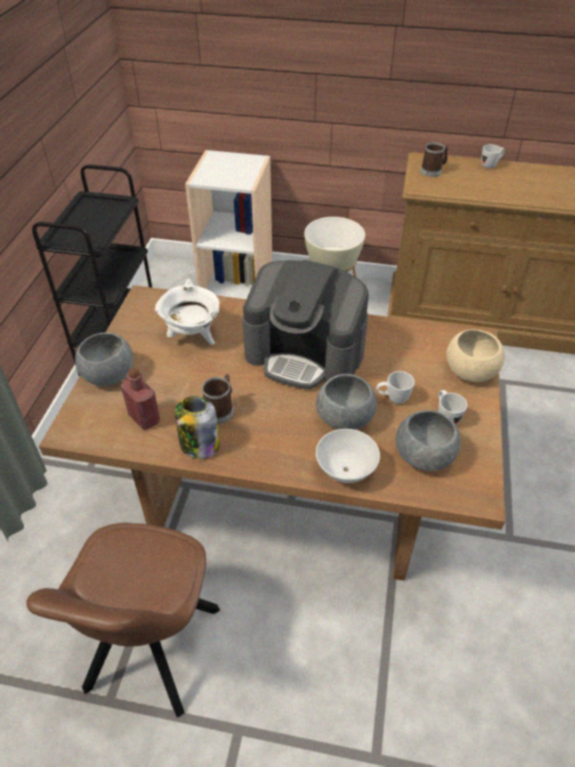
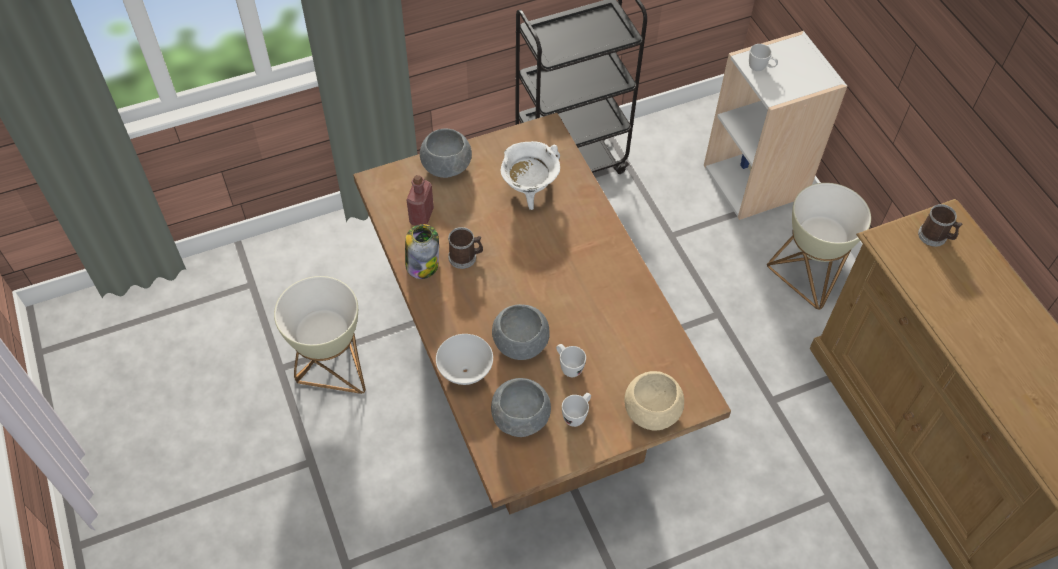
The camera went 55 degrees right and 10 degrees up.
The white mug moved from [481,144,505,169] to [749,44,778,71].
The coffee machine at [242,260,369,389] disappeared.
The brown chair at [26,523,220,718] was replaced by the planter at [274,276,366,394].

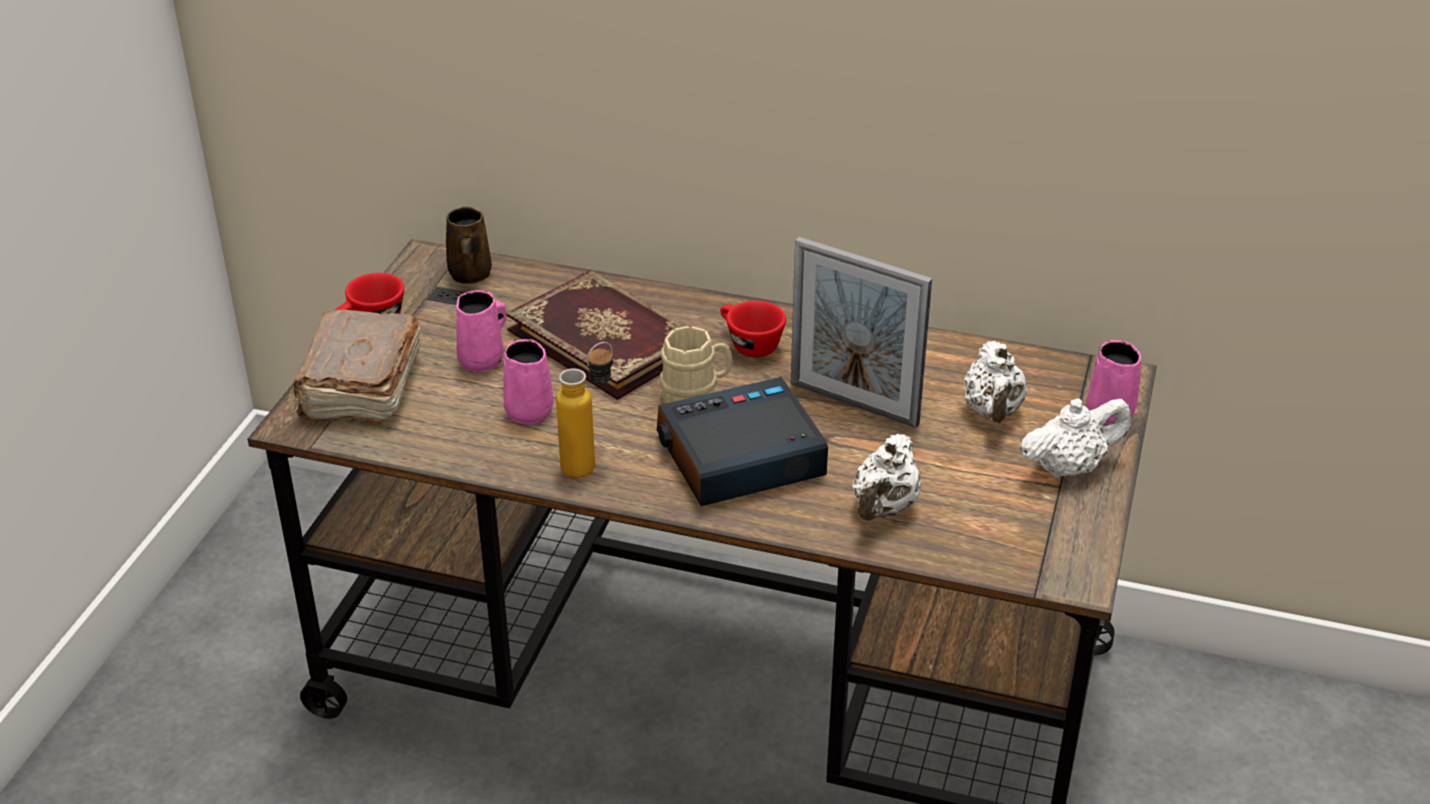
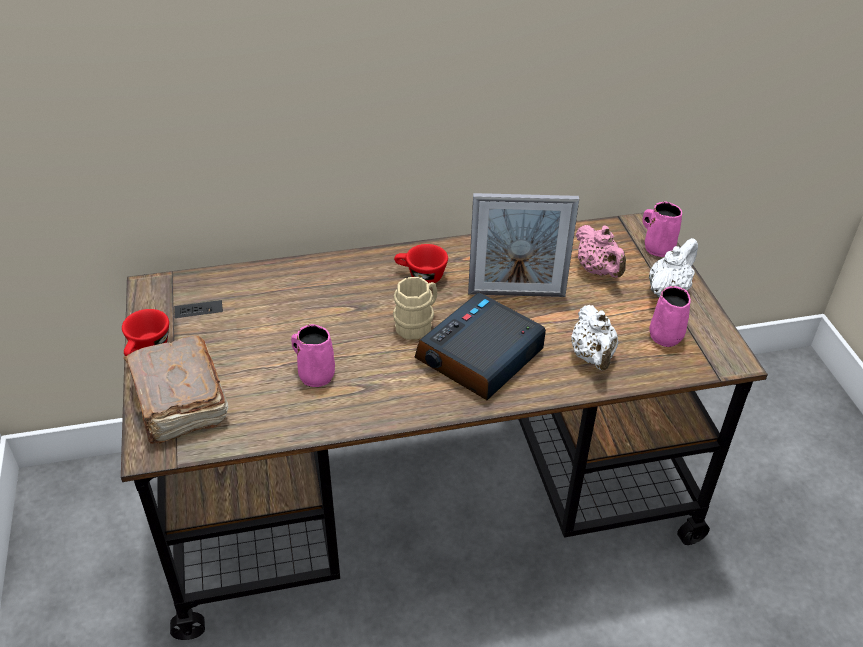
The camera went 30 degrees left and 5 degrees up.
The brown mug at [446,207,492,284] disappeared.
The book at [506,270,687,400] disappeared.
The pink mug moved from [456,290,507,372] to [649,286,691,347].
The white teapot at [964,341,1027,423] became the pink teapot at [576,225,626,278].
The bottle at [556,342,613,478] disappeared.

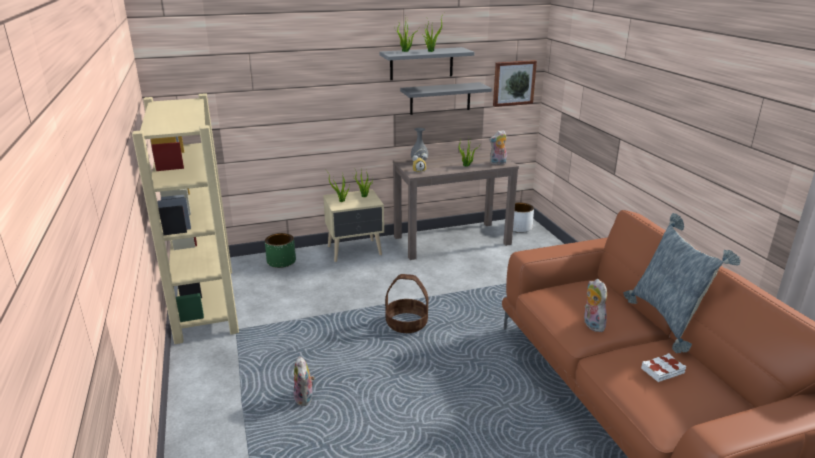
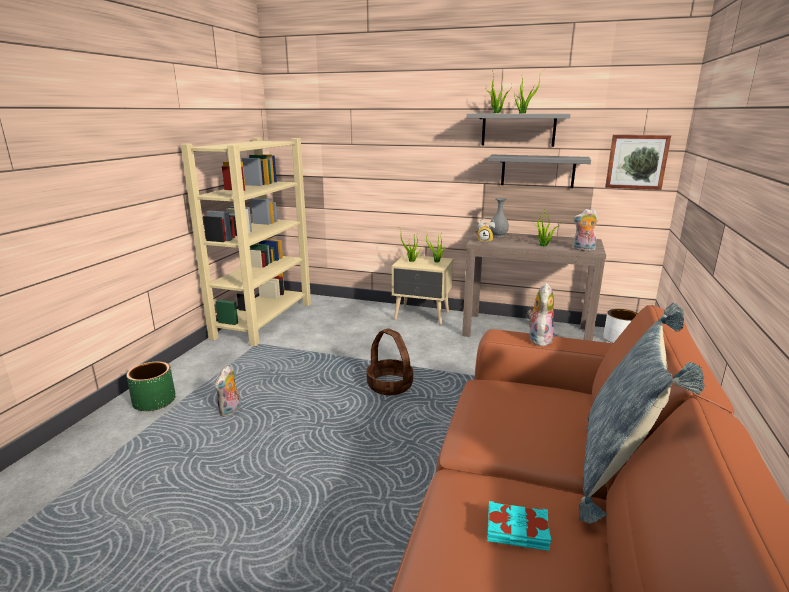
The camera went 35 degrees right and 5 degrees down.
The green planter moved from [265,233,296,268] to [126,362,176,411].
The plush toy moved from [584,279,607,332] to [528,282,554,346].
The white book at [641,353,687,382] became the turquoise book at [487,501,551,551].

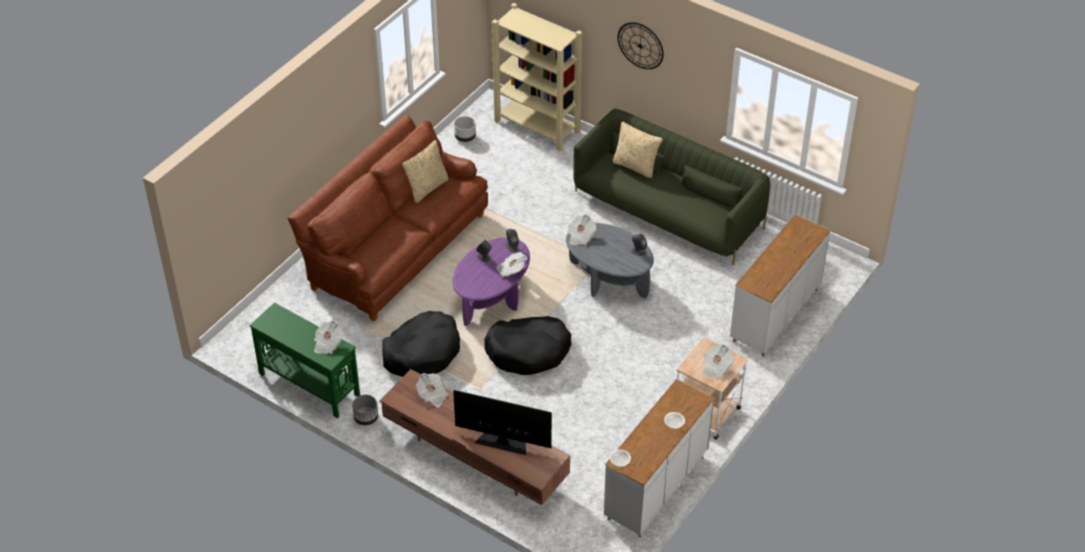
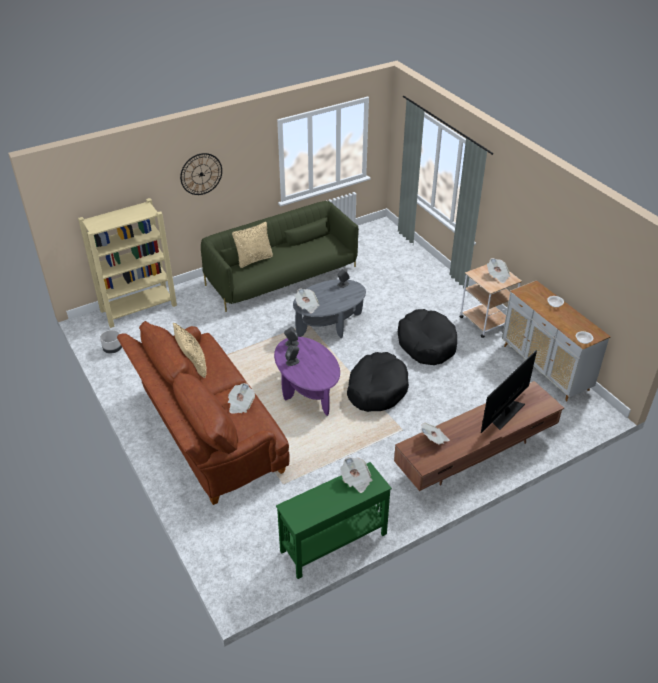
The camera went 65 degrees left and 5 degrees down.
The cabinet at [730,214,831,357] disappeared.
The newspaper moved from [496,252,527,277] to [228,383,255,414].
The black dog bed moved from [382,311,460,377] to [398,309,457,365].
The grey planter at [352,395,378,425] disappeared.

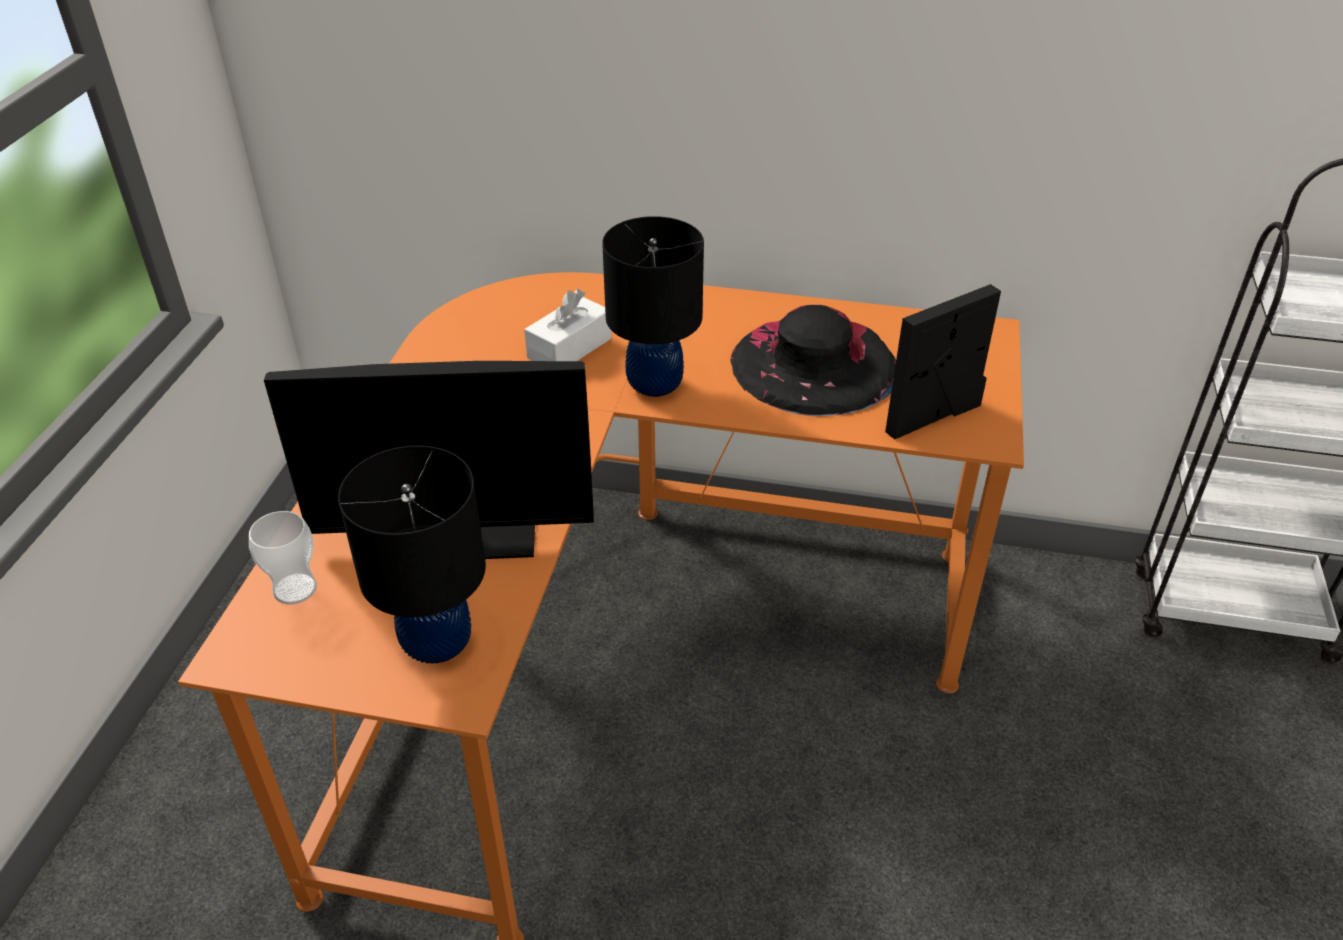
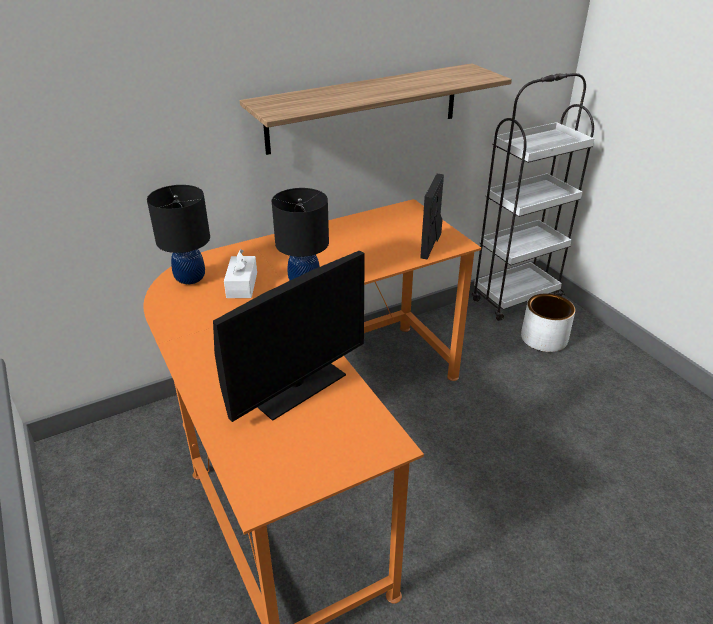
The camera went 40 degrees left and 5 degrees down.
The black hat at [730,305,896,416] disappeared.
The black table lamp moved from [338,446,486,664] to [147,185,210,285].
The cup at [249,511,317,605] disappeared.
The shelf at [240,63,512,155] appeared.
The white planter at [521,294,575,352] appeared.

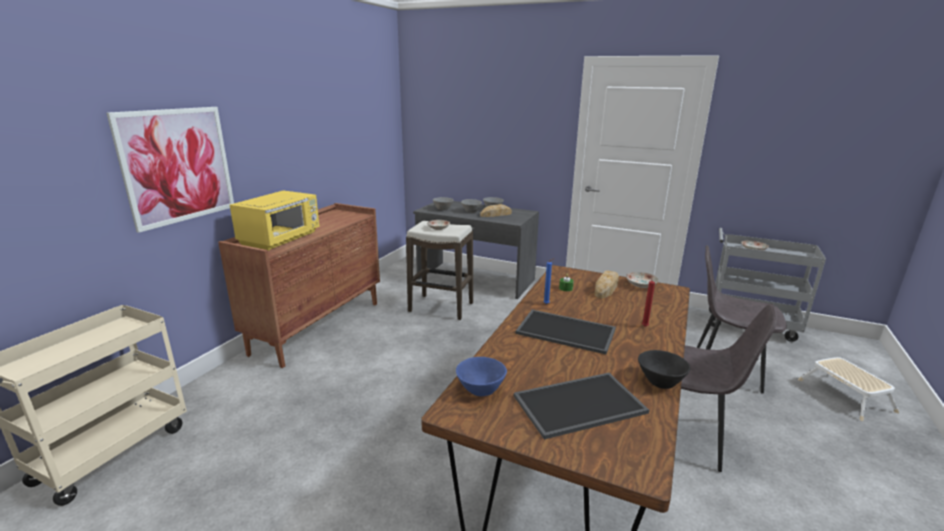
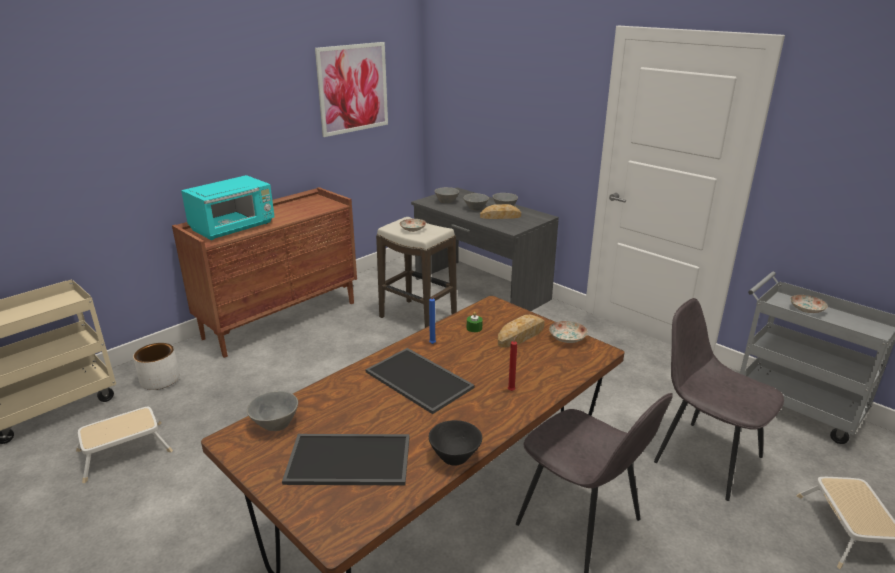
The camera went 20 degrees right and 5 degrees up.
The picture moved from [106,107,234,233] to [315,42,388,137].
The yellow microwave at [230,190,319,251] became the turquoise microwave at [181,175,275,240].
The blue bowl at [456,357,507,396] became the grey bowl at [247,391,298,431].
The white planter at [133,343,180,390] appeared.
The beige step ladder at [76,407,173,483] appeared.

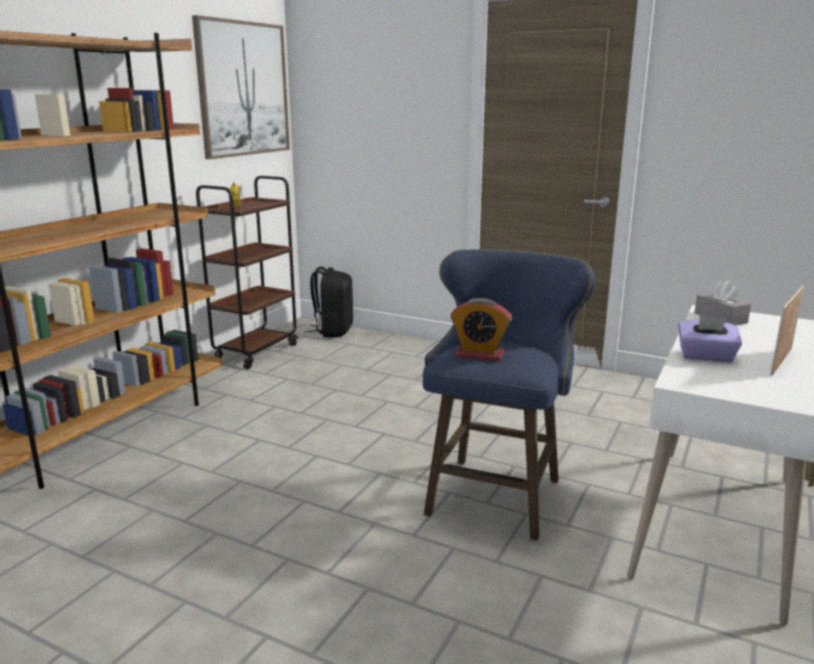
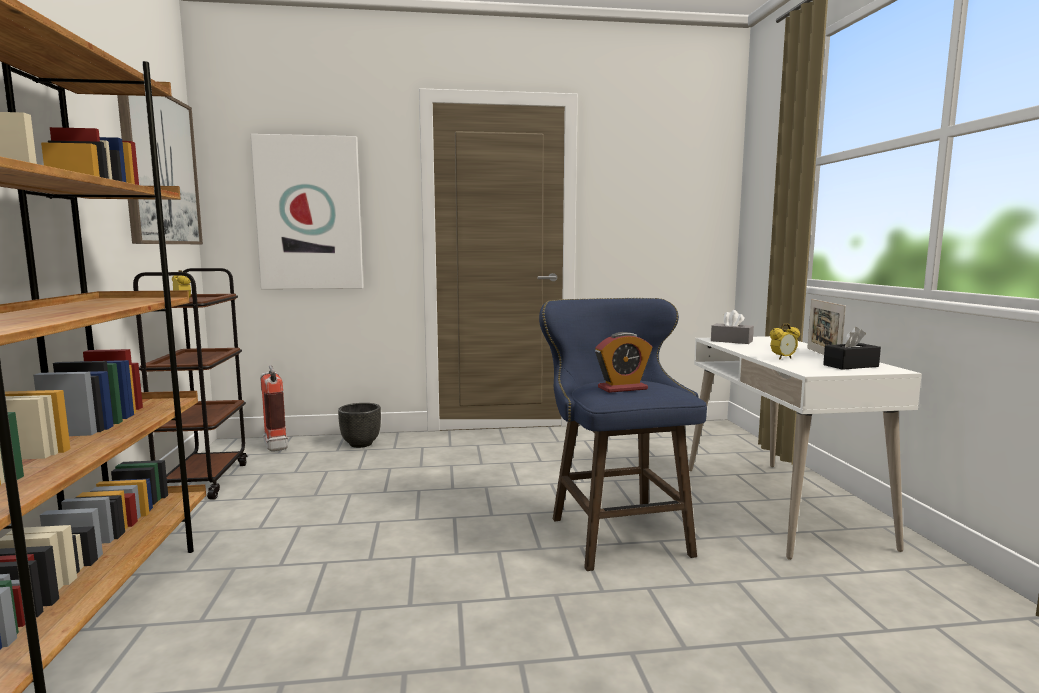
The camera went 35 degrees left and 10 degrees down.
The black backpack at [305,267,353,337] was replaced by the fire extinguisher at [260,365,288,451].
The purple tissue box at [678,316,742,362] was replaced by the alarm clock at [770,323,800,360].
The picture at [251,134,364,289] appeared.
The black tissue box at [823,327,881,370] appeared.
The black planter at [338,403,381,448] appeared.

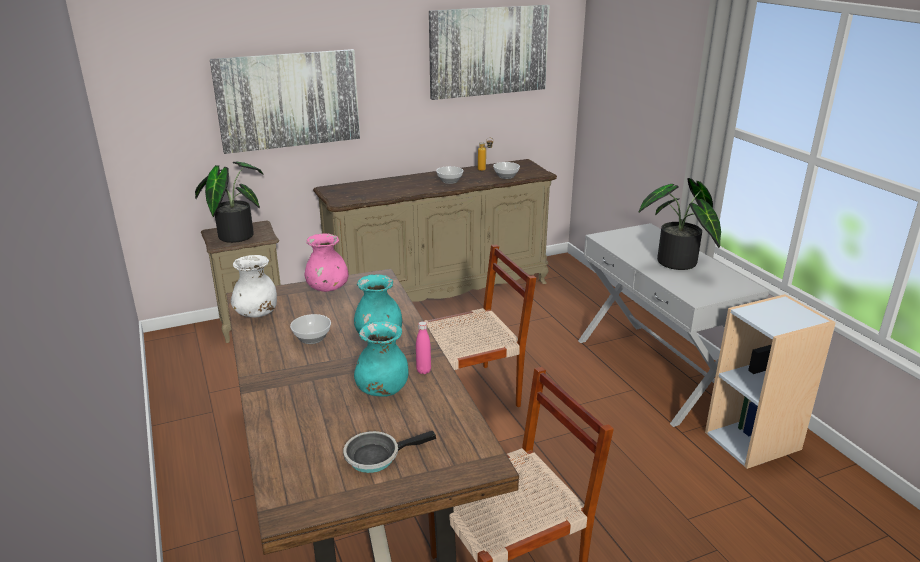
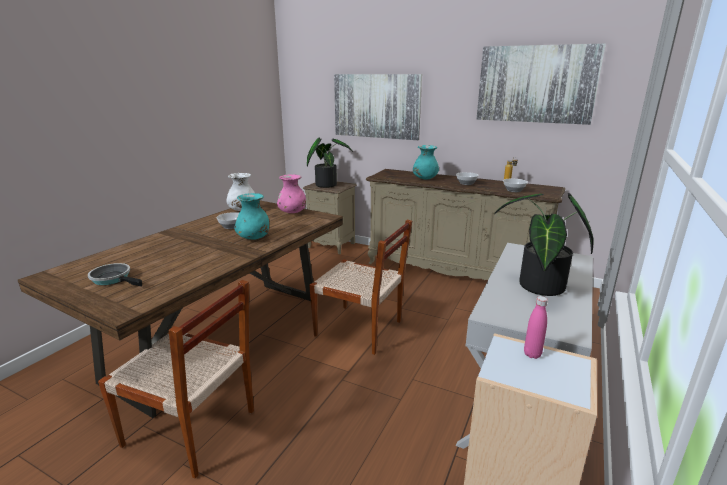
The camera went 50 degrees right and 5 degrees down.
The turquoise vase moved from [354,321,408,397] to [413,145,439,180].
The pink bottle moved from [416,321,431,374] to [524,296,548,359].

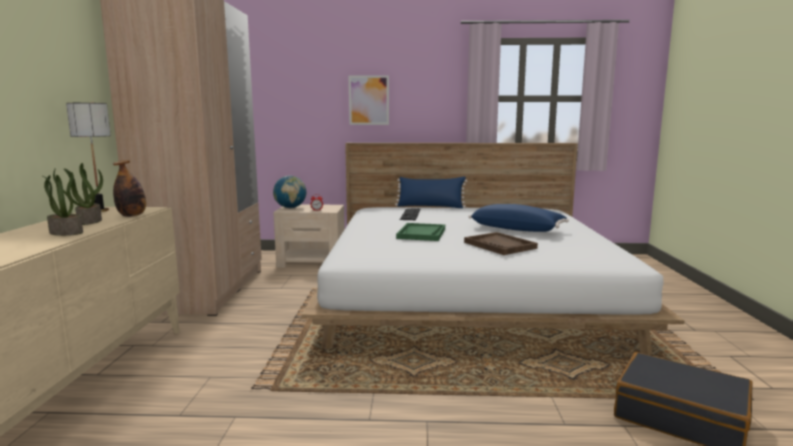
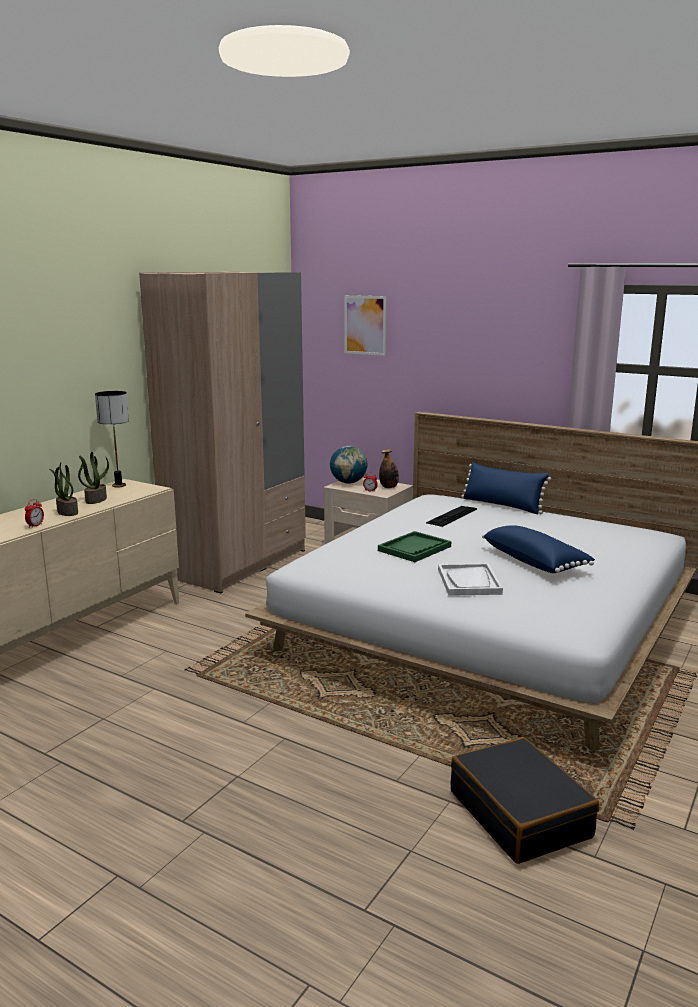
The camera went 30 degrees right and 5 degrees up.
The picture moved from [349,75,389,125] to [344,295,387,356].
The bottle moved from [113,160,146,217] to [379,449,399,488].
The brown tray at [464,232,538,255] became the white tray at [438,563,503,596].
The alarm clock at [25,499,44,528] appeared.

